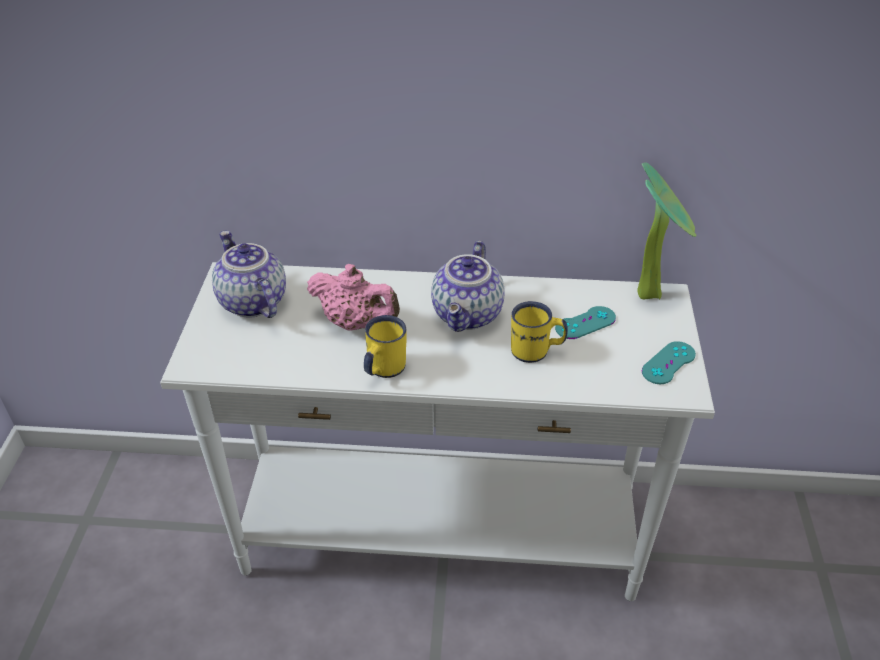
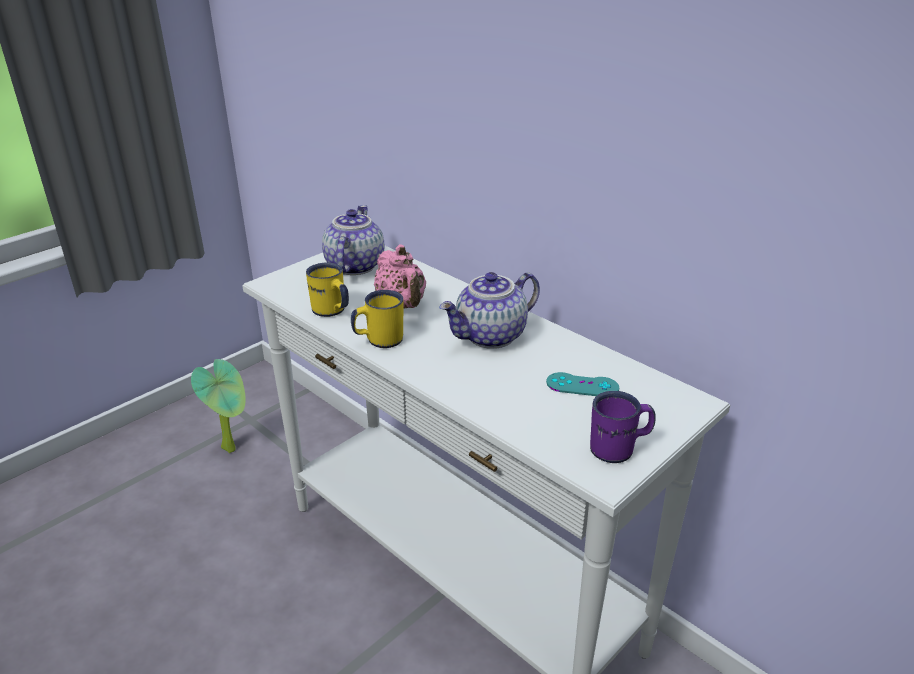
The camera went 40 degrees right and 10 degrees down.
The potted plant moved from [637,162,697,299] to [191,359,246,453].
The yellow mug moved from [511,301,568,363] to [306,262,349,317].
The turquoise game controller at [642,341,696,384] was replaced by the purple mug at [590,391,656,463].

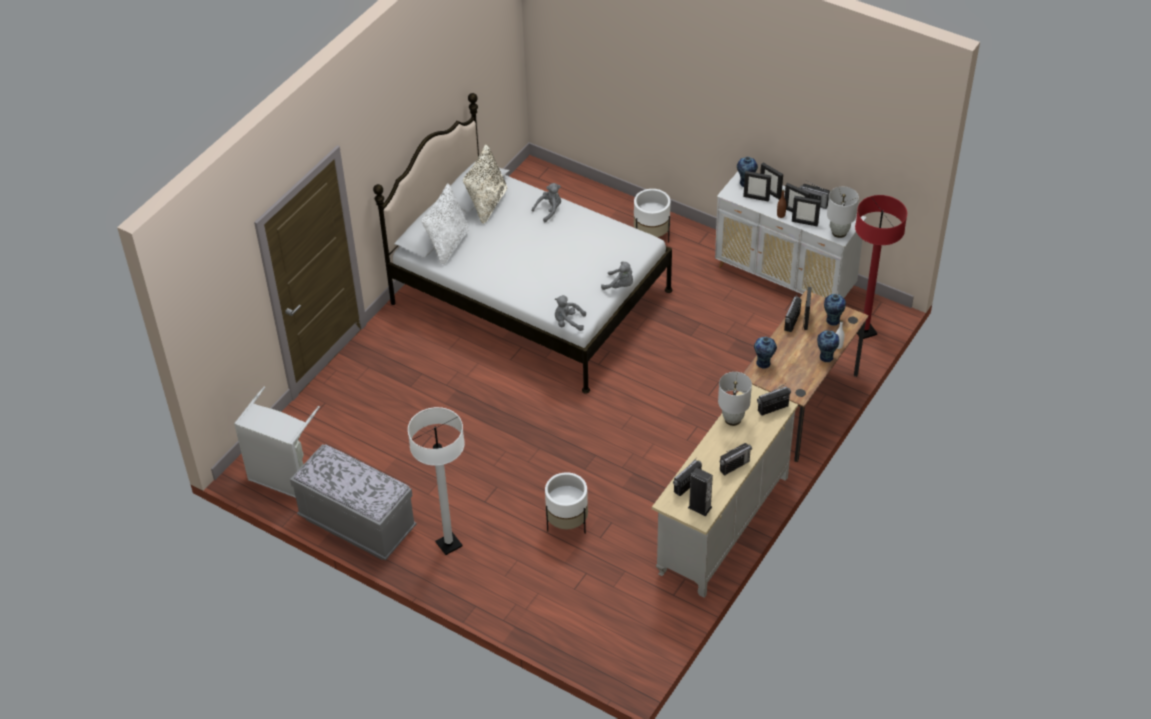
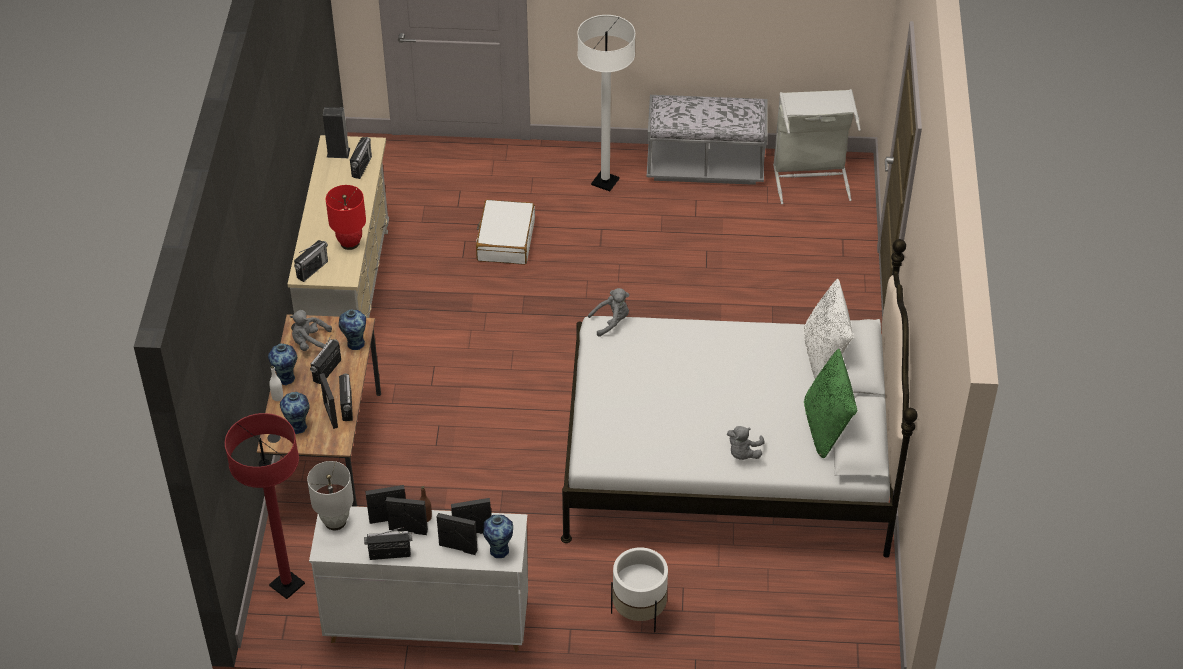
The camera went 150 degrees right and 0 degrees up.
The beige pillow at [463,144,507,224] became the green pillow at [804,349,857,458].
The grey plush toy moved from [601,261,633,290] to [290,310,332,351].
The white table lamp at [718,372,752,426] became the red table lamp at [326,185,366,250].
The radio moved from [720,443,752,476] to [310,335,341,384].
The white planter at [545,472,588,534] was replaced by the white suitcase at [476,200,535,265].

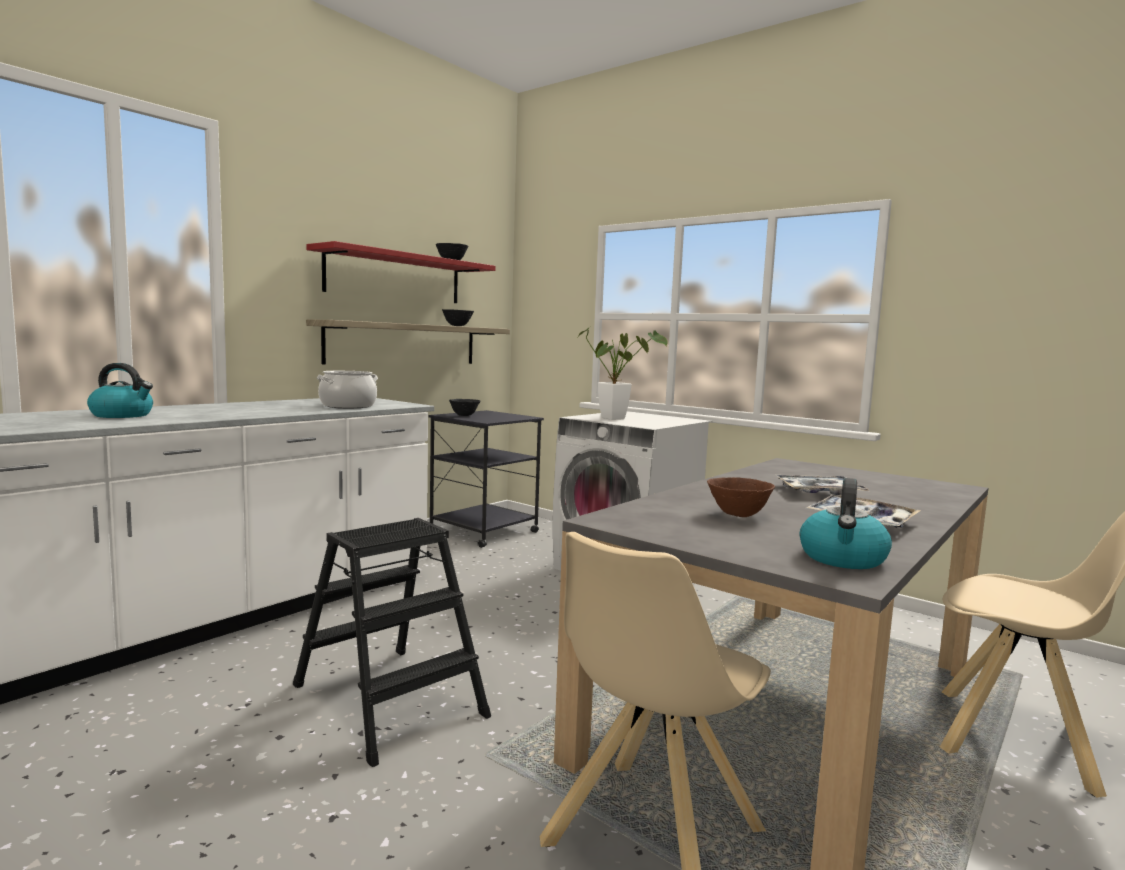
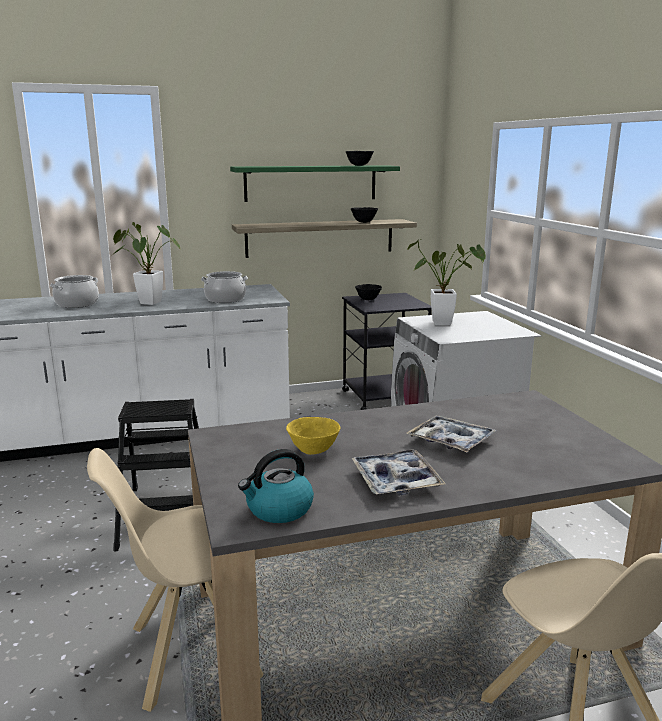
The camera went 35 degrees right and 10 degrees up.
The red shelf at [306,241,495,303] became the green shelf at [230,165,400,202].
The kettle at [87,363,153,418] was replaced by the cooking pot at [50,275,99,308].
The brown bowl at [707,477,775,517] became the yellow bowl at [286,417,341,455].
The potted plant at [113,222,180,305] appeared.

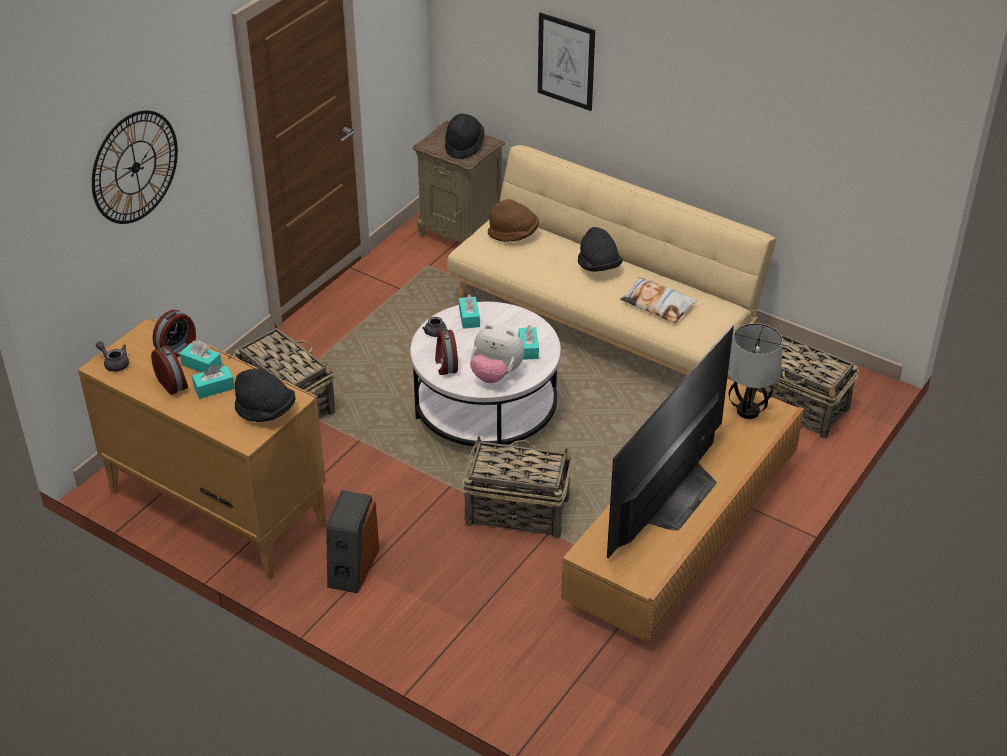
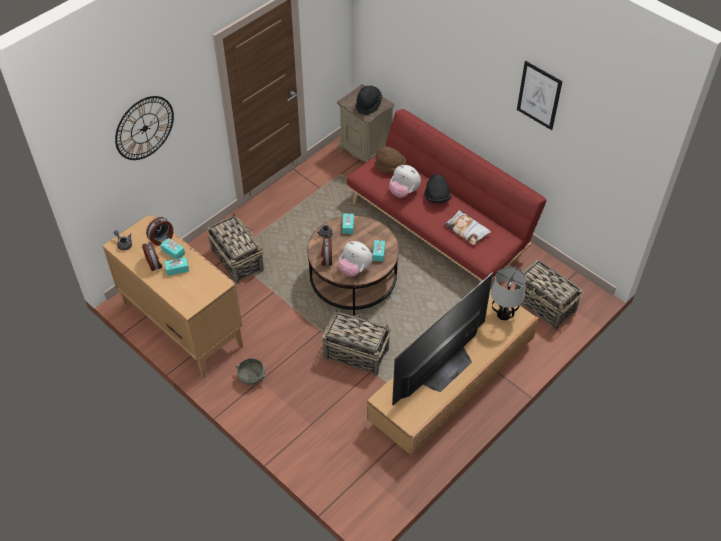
The camera went 10 degrees right and 10 degrees up.
The picture moved from [538,12,595,111] to [517,61,562,130].
The beige sofa at [447,145,776,375] became the red sofa at [347,109,547,283].
The white coffee table at [410,302,561,446] became the brown coffee table at [307,215,399,315].
The black hat at [235,368,296,422] disappeared.
The speaker at [326,490,379,593] was replaced by the grey bowl at [236,358,266,385].
The plush toy at [389,165,421,198] appeared.

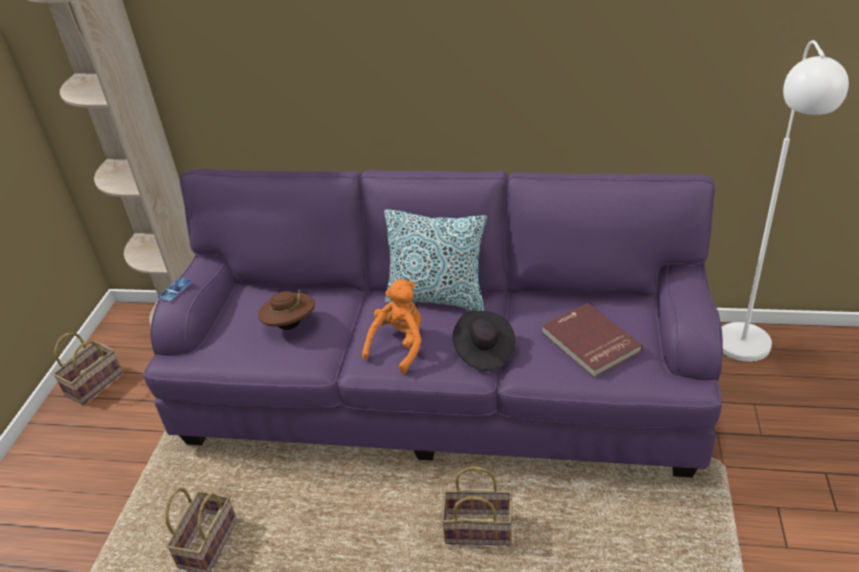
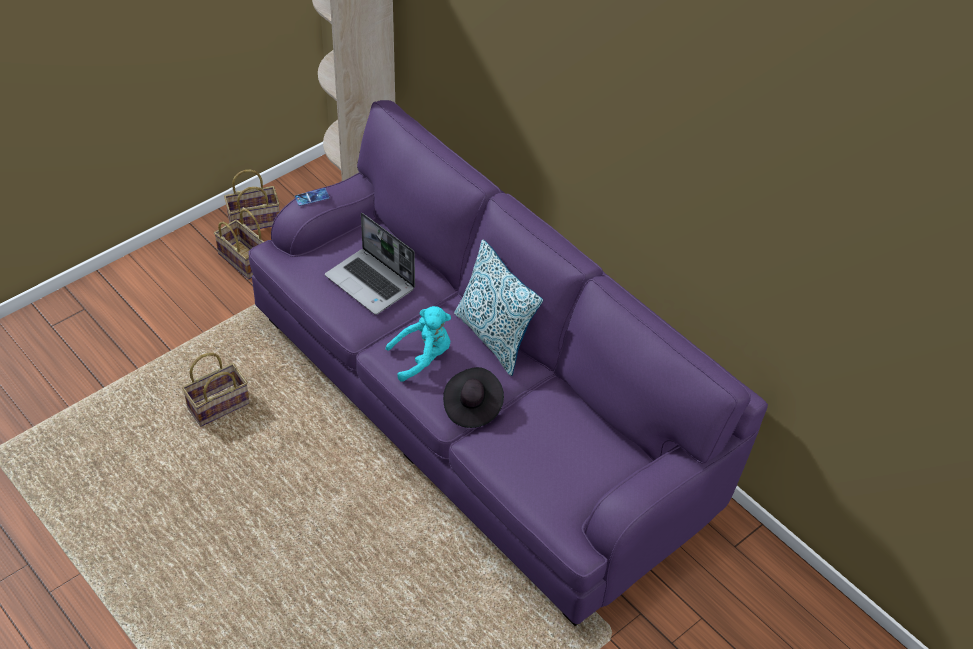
The camera went 35 degrees right and 10 degrees up.
The white floor lamp at [722,40,849,362] disappeared.
The orange plush toy at [362,279,422,374] became the turquoise plush toy at [386,306,451,382].
The brown hat at [258,289,315,330] was replaced by the laptop at [325,213,415,315].
The red book at [542,303,643,377] disappeared.
The basket moved from [441,466,512,545] to [214,209,264,279].

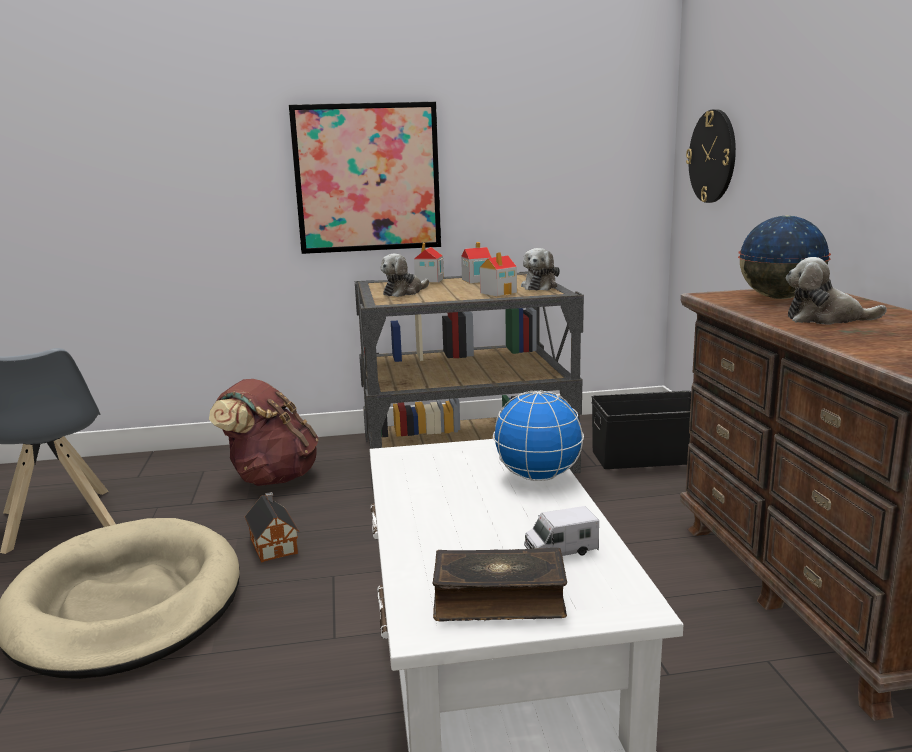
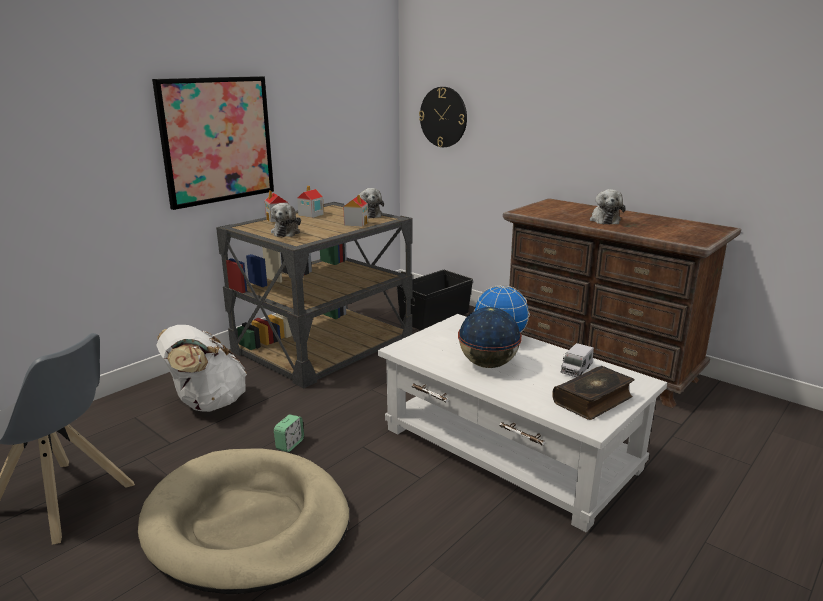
The camera went 40 degrees left and 5 degrees up.
The globe moved from [738,216,831,299] to [458,307,522,368].
The plush toy at [786,257,887,325] turned 60 degrees counterclockwise.
The brown backpack at [209,379,318,486] became the white backpack at [156,325,247,412].
The toy house at [245,492,299,563] was replaced by the alarm clock at [274,414,304,452].

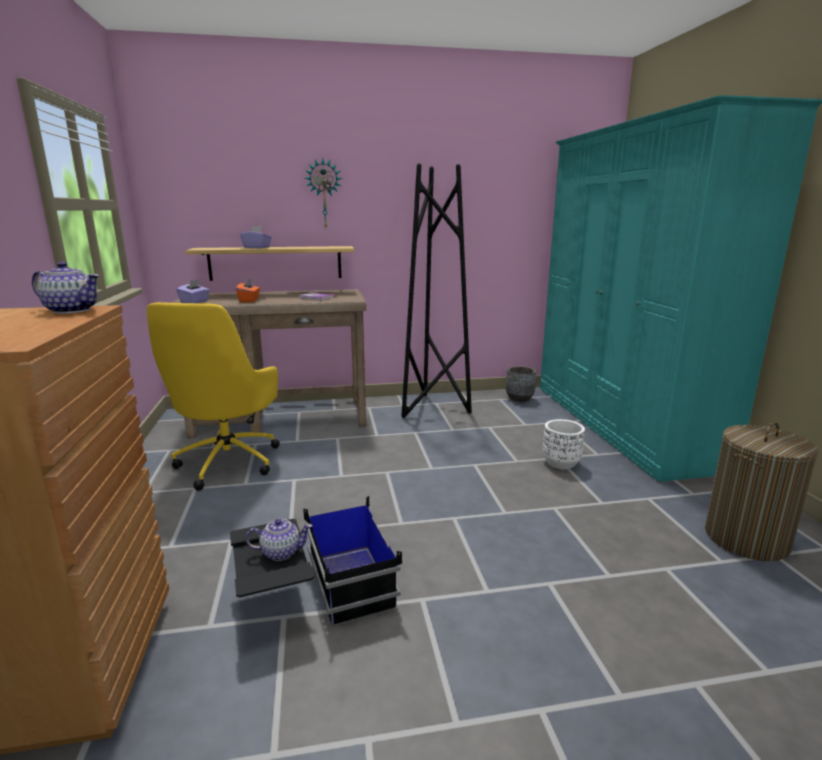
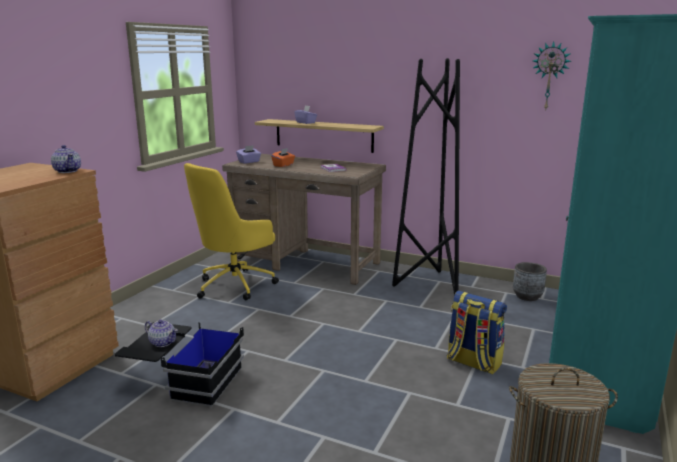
The camera went 35 degrees right and 0 degrees up.
The wall clock moved from [305,158,343,228] to [533,42,571,109].
The white planter at [542,419,585,469] was replaced by the backpack at [447,291,507,375].

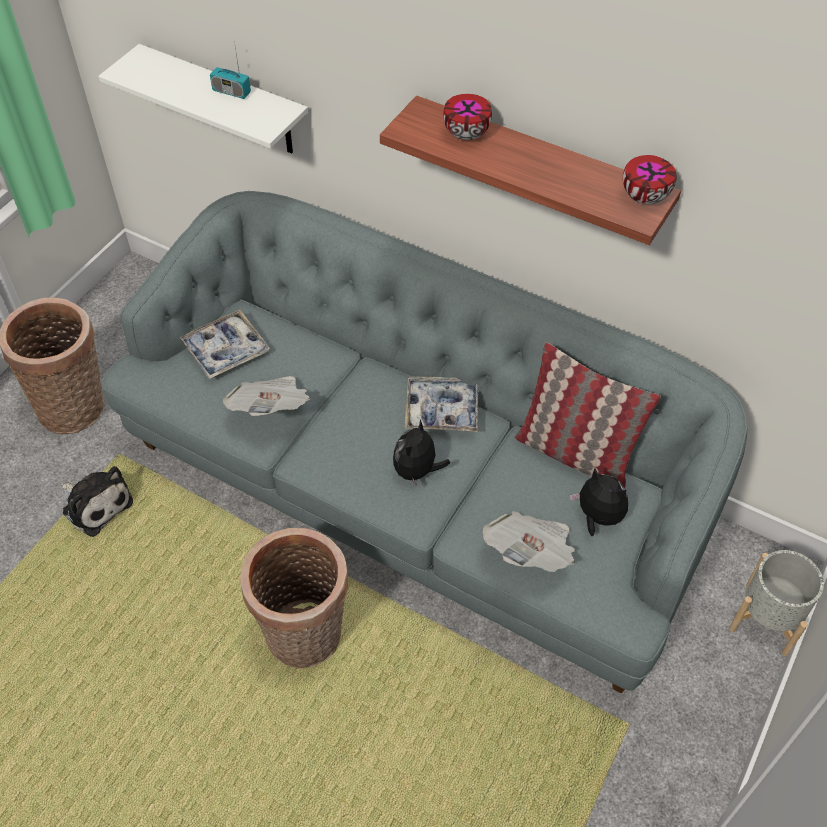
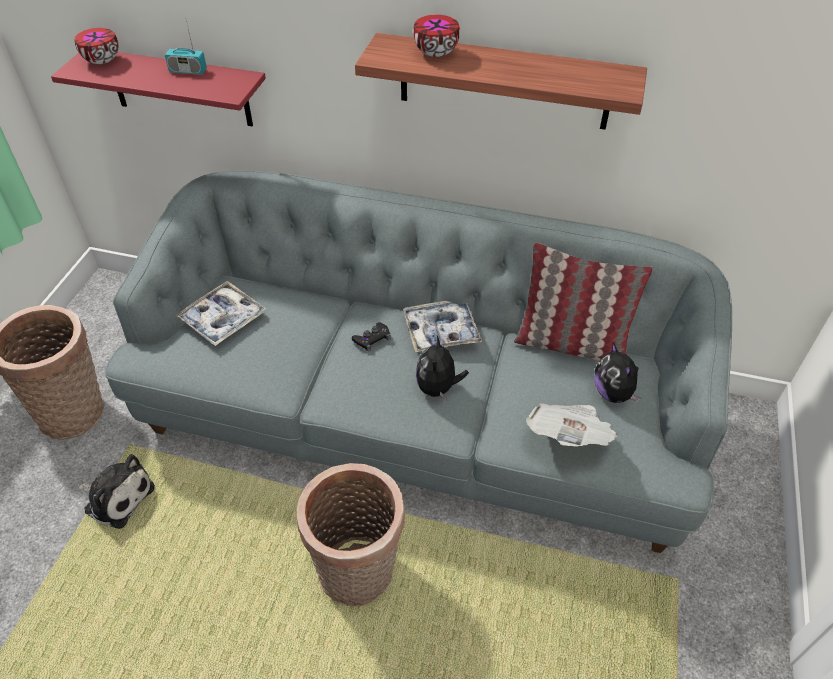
The camera went 15 degrees left and 5 degrees down.
The white shelf at [98,44,308,153] became the red shelf at [51,52,266,126].
The bowl moved from [623,155,677,204] to [74,28,118,64].
The newspaper at [223,376,311,416] disappeared.
The plush toy at [570,468,628,536] turned 135 degrees counterclockwise.
The grey planter at [729,550,824,656] disappeared.
The black game controller at [352,322,390,352] appeared.

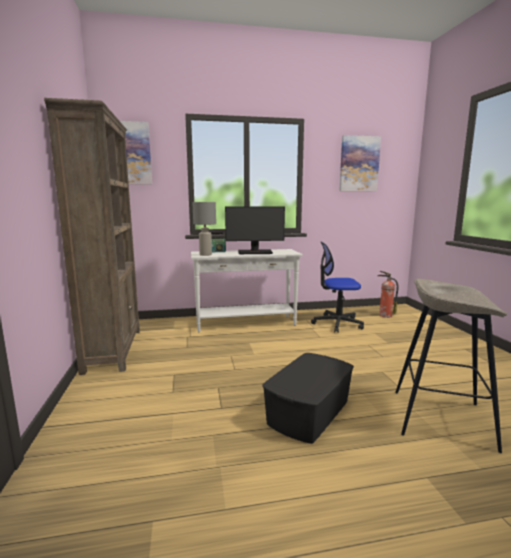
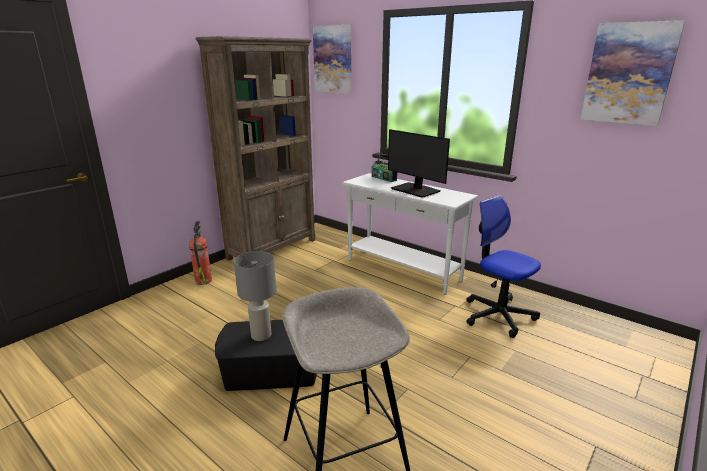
The camera went 50 degrees right and 10 degrees up.
The grey table lamp moved from [192,202,216,256] to [234,251,276,341].
The fire extinguisher moved from [378,271,398,318] to [189,221,212,285].

